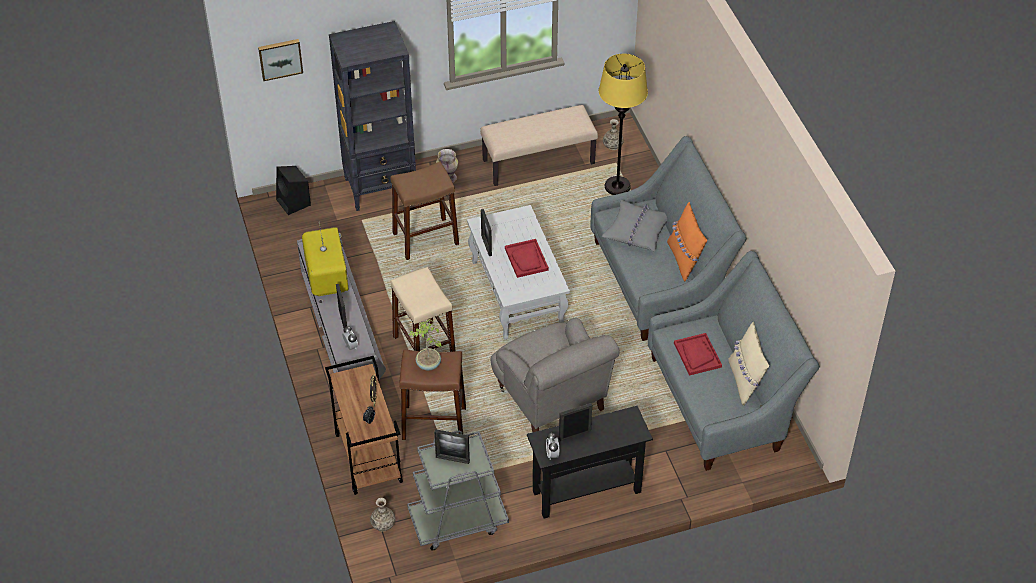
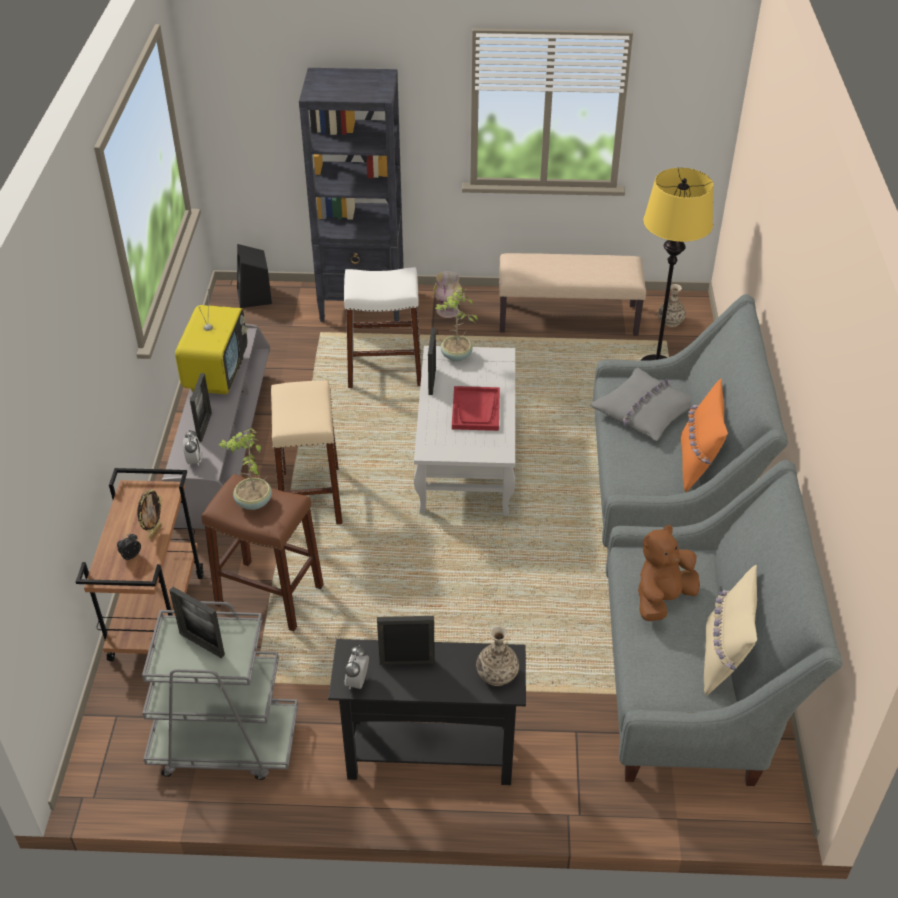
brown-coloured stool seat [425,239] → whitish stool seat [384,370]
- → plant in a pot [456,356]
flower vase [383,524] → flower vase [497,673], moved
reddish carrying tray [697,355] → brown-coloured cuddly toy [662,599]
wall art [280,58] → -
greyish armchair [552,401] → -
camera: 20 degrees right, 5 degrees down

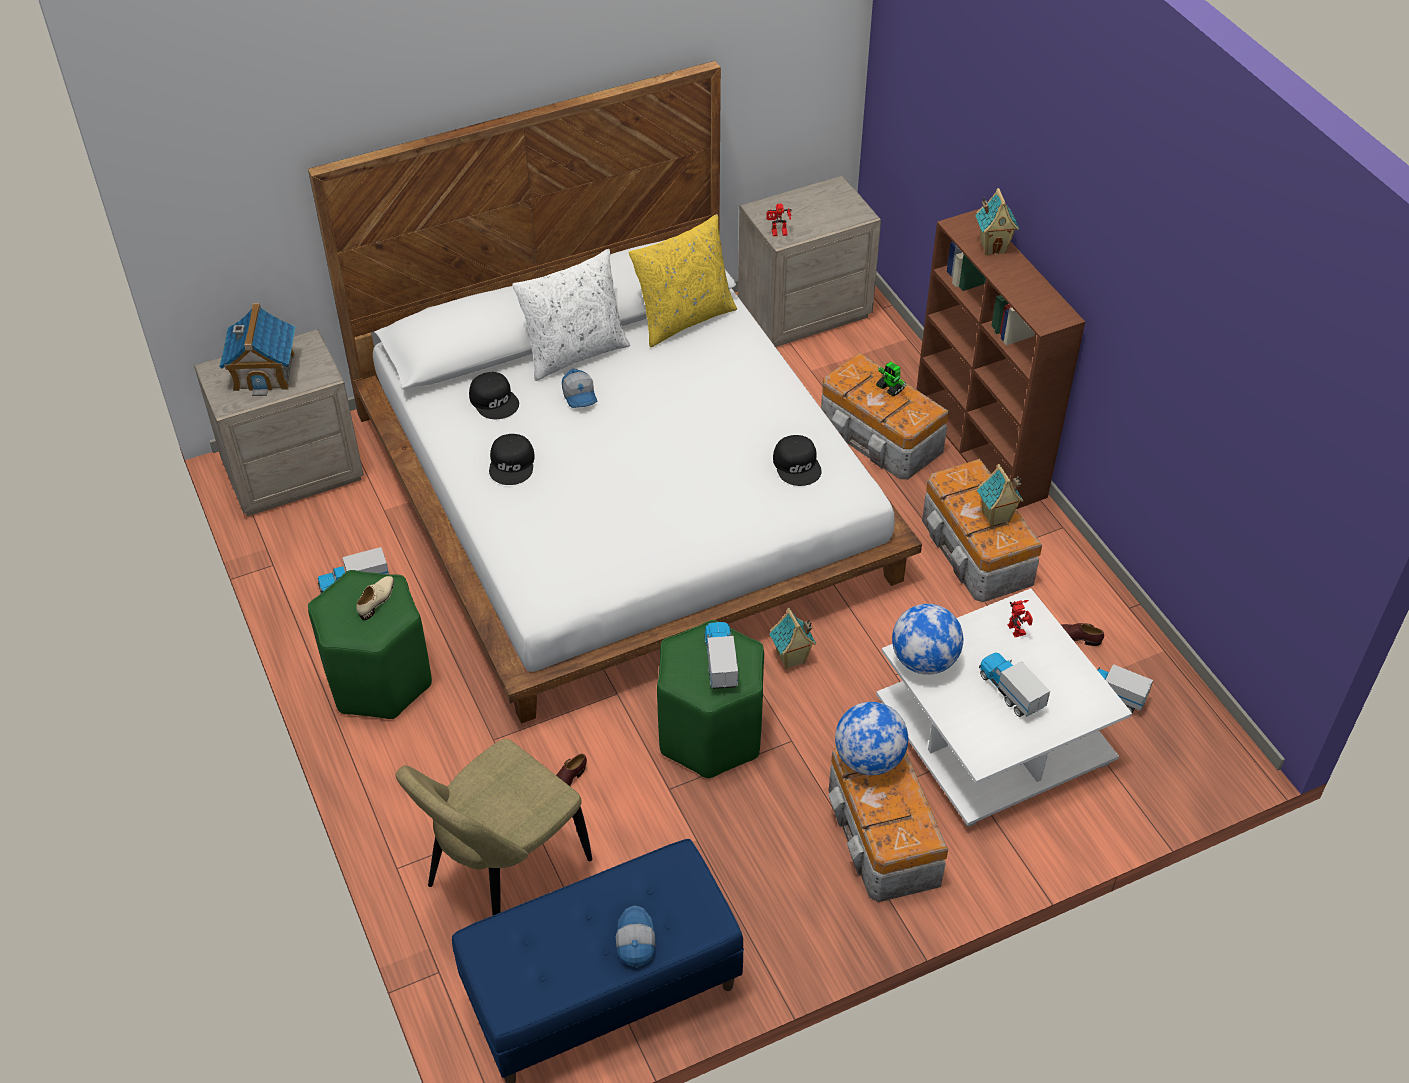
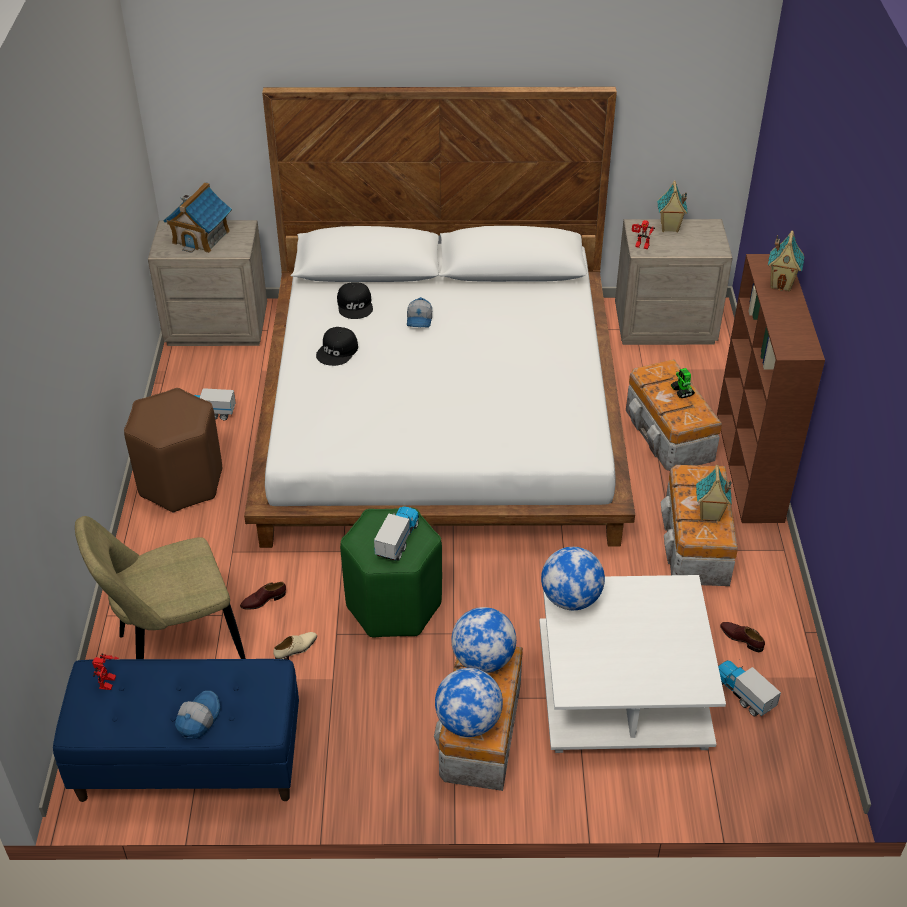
robot figure [1019,630] → robot figure [109,684], moved
green-coloured stool seat [378,679] → brown-coloured stool seat [181,482]
beige item of footwear [377,600] → beige item of footwear [296,649], moved
- → world globe [468,722]
model house [791,659] → model house [669,228], moved
whitish pillow [574,353] → -
yellowish pillow [684,318] → -
black-coloured cap [797,465] → -
toy truck [1010,692] → -
camera: 25 degrees right, 5 degrees down

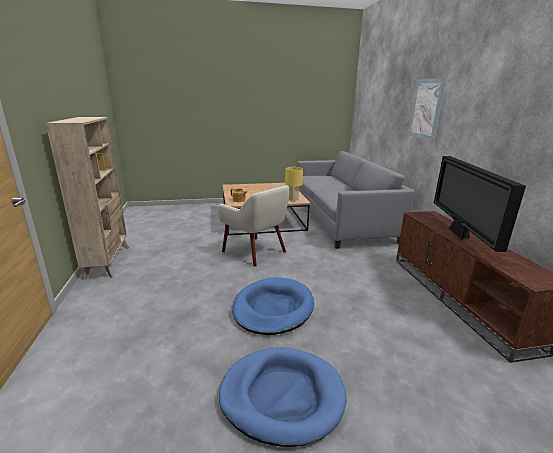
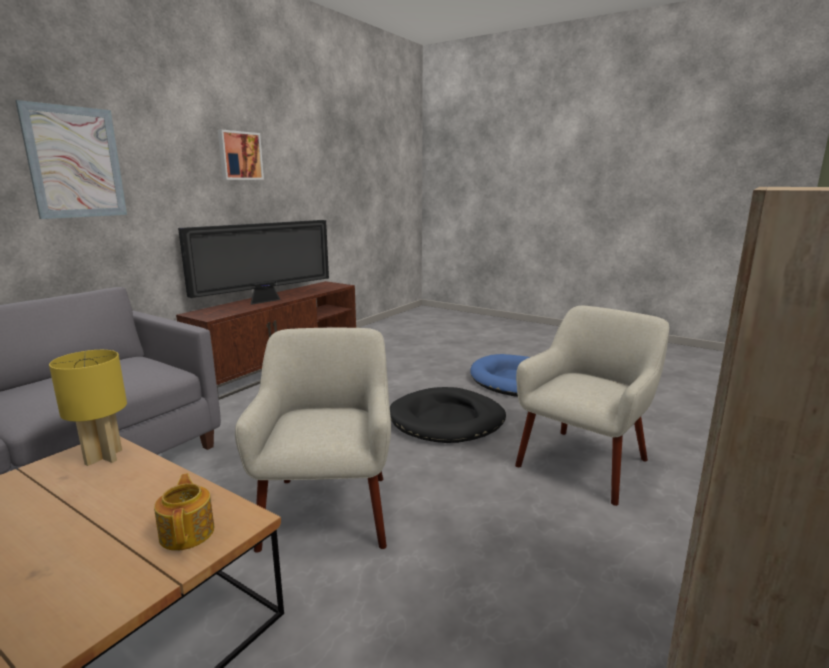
- → wall art [240,156]
bluish dog cushion [273,308] → black-coloured dog cushion [447,420]
- → beige armchair [585,462]
camera: 135 degrees left, 5 degrees down

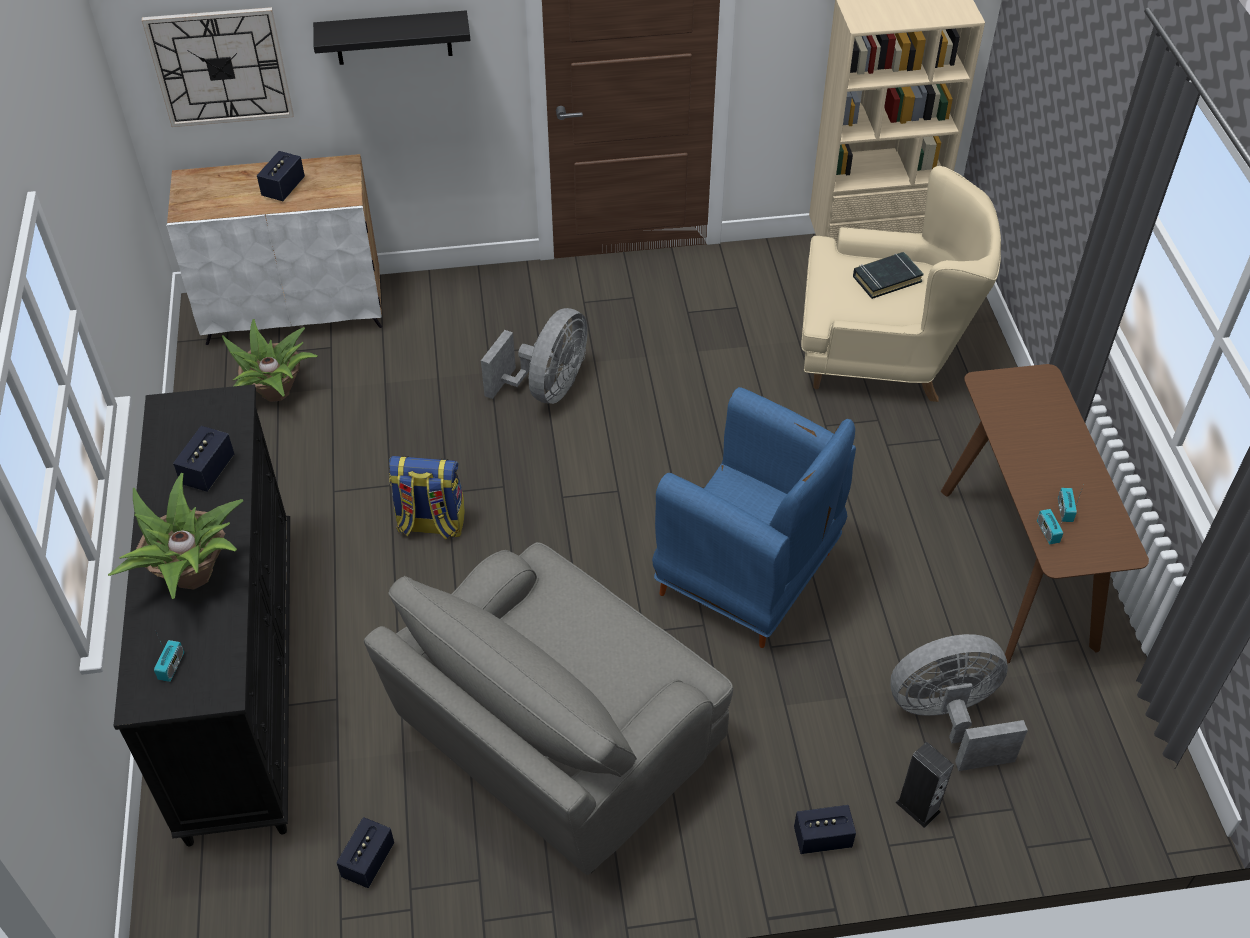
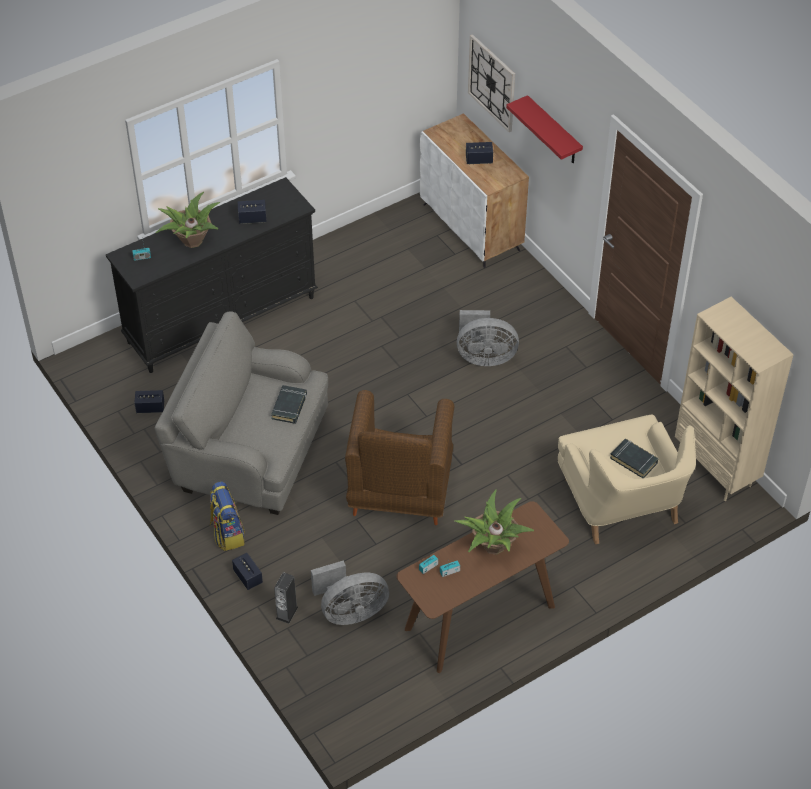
backpack [431,524] → backpack [227,533], moved
- → black-coloured volume [289,407]
greyish fan [948,719] → greyish fan [350,612], 105 degrees clockwise
bluish armchair [748,576] → brown-coloured armchair [399,494]
plant in a pot [276,392] → plant in a pot [493,546], moved
black-coloured bracket shelf [393,38] → reddish bracket shelf [554,132]
camera: 65 degrees right, 0 degrees up

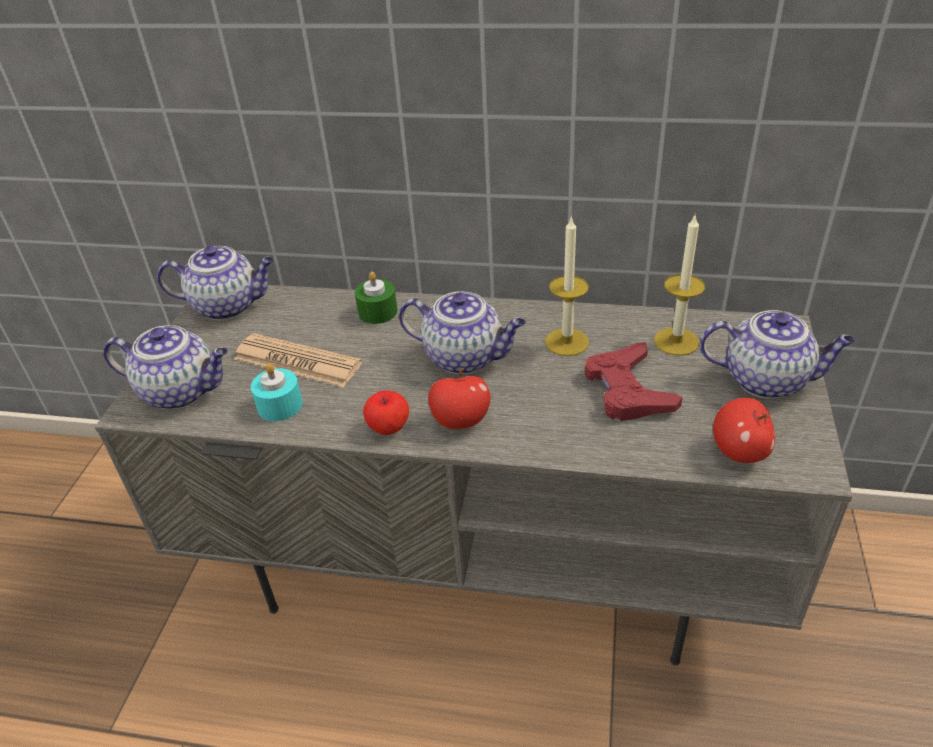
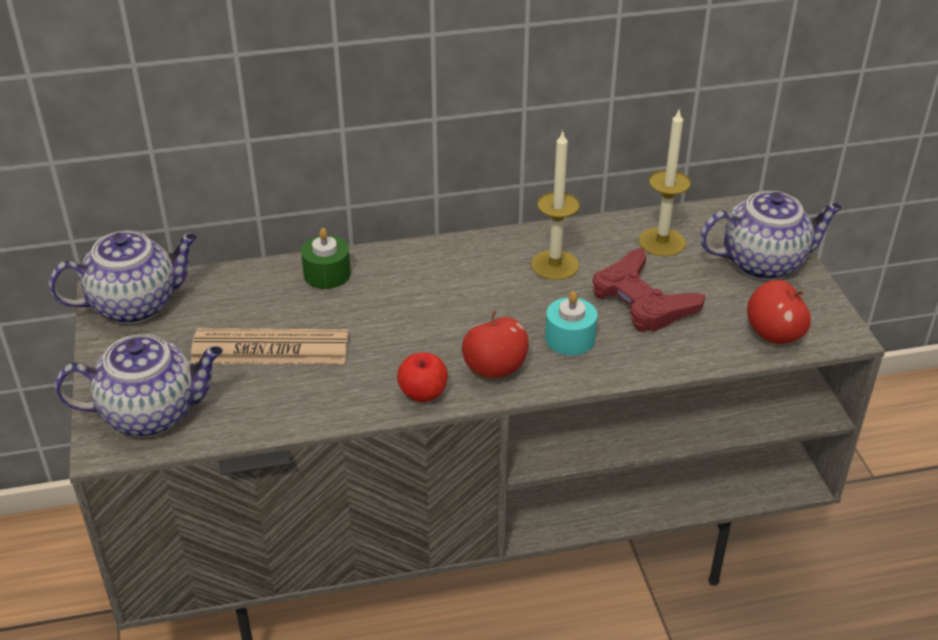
blue-green candle [280,405] → blue-green candle [570,338], moved
pot for tea [465,357] → -
camera: 25 degrees left, 0 degrees up

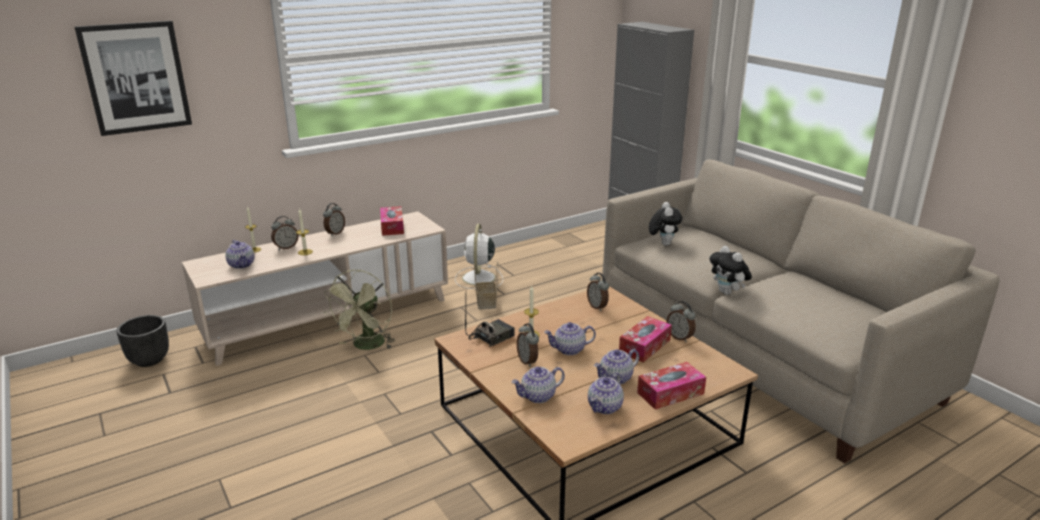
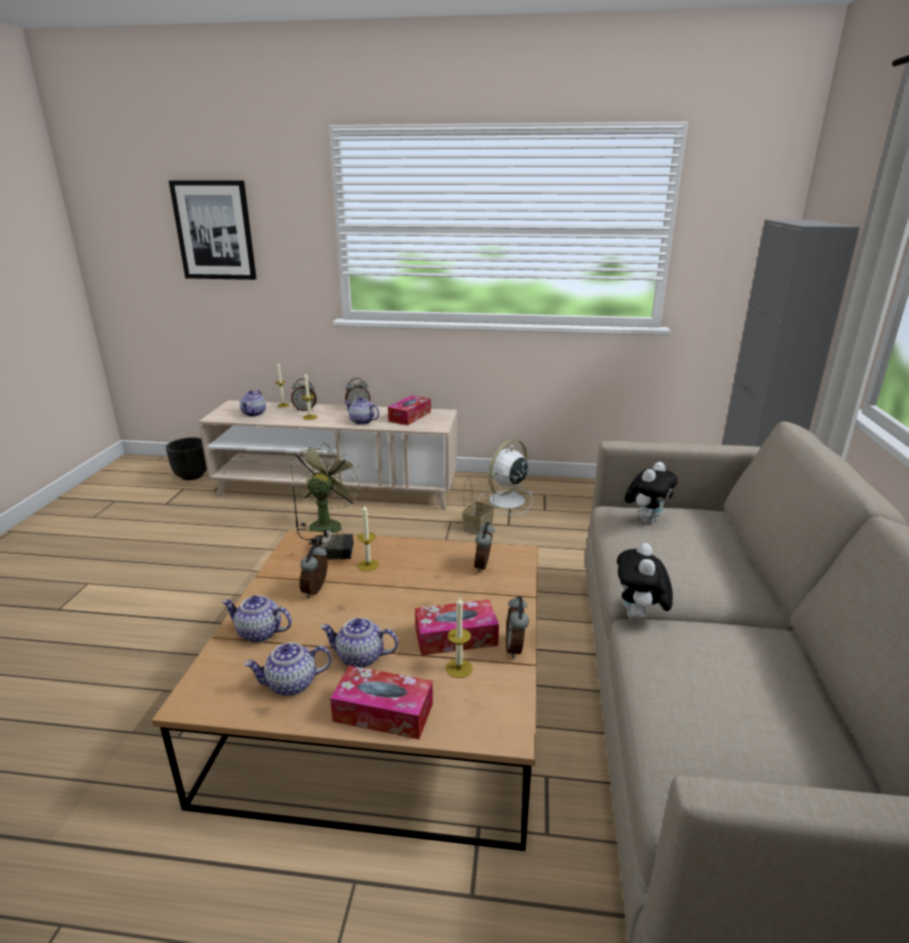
green-coloured fan [366,346] → green-coloured fan [326,524], 135 degrees clockwise
pot for tea [569,350] → pot for tea [361,421], moved
- → candle [459,668]
camera: 40 degrees right, 0 degrees up

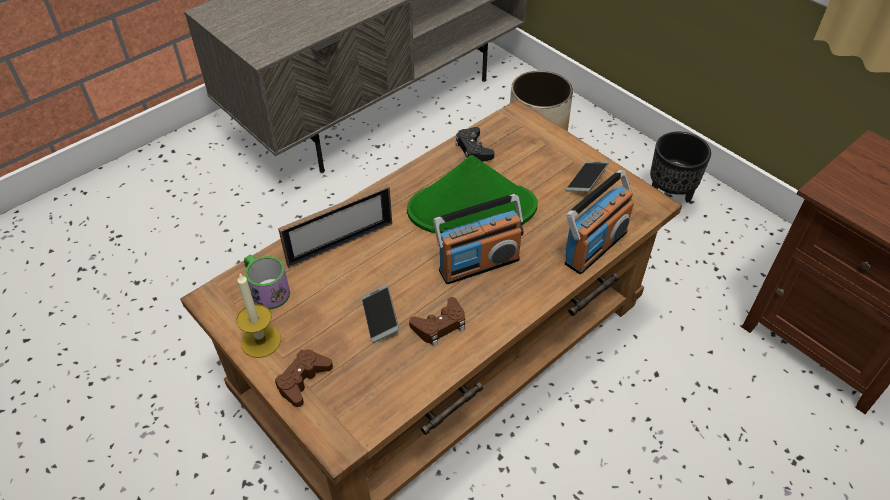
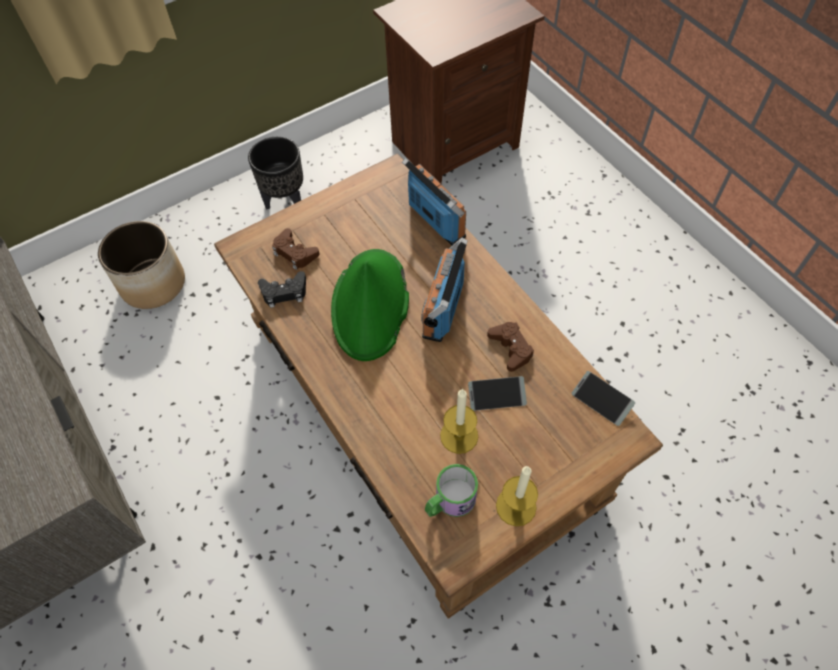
brown-coloured game controller [303,380] → brown-coloured game controller [295,253], moved
radio [478,264] → radio [442,309], 150 degrees counterclockwise
- → candle [459,435]
handset [586,180] → handset [601,401], moved
standing frame [340,244] → -
camera: 80 degrees left, 10 degrees up

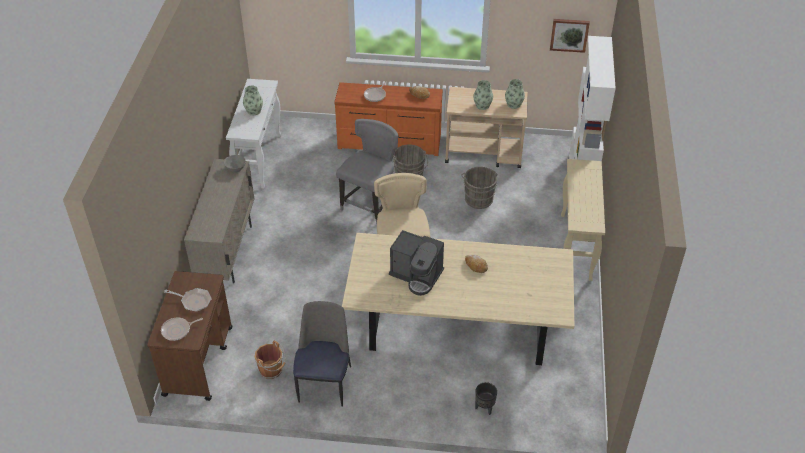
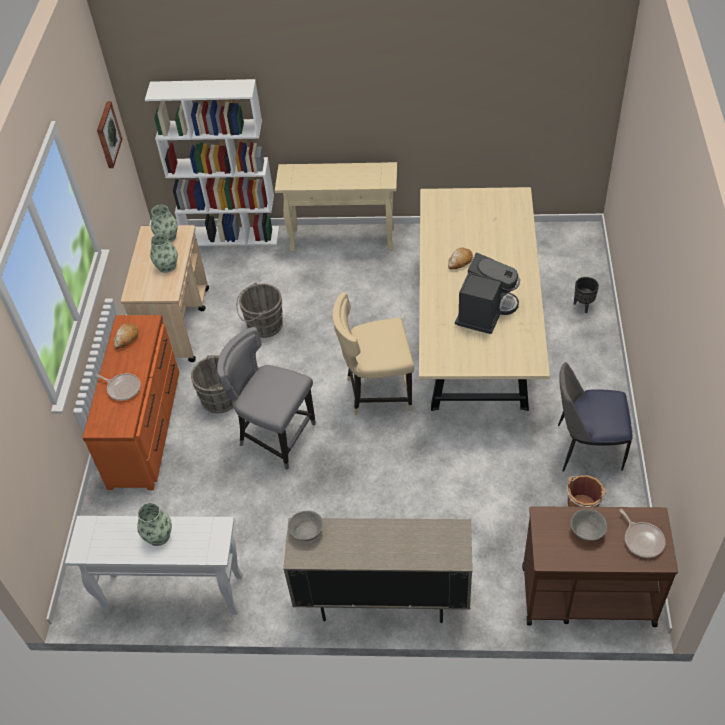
pan [194,301] → greyish bowl [586,532]
camera: 90 degrees left, 5 degrees up

